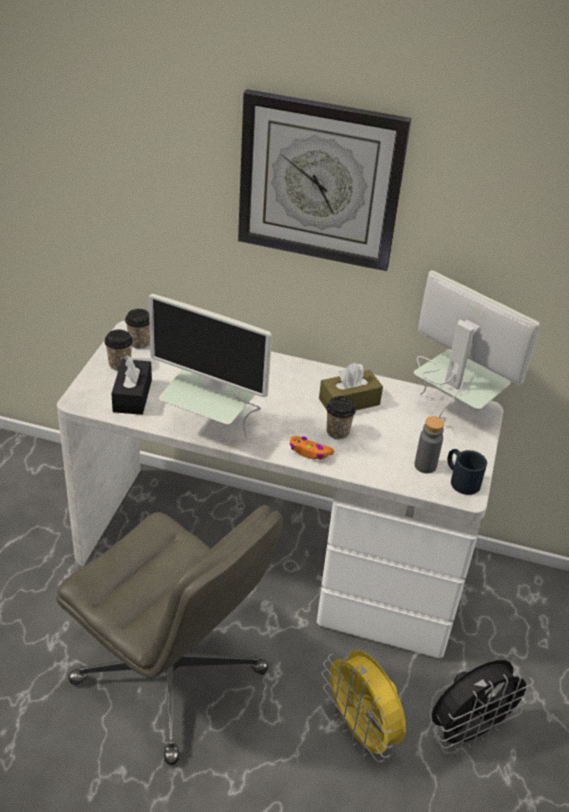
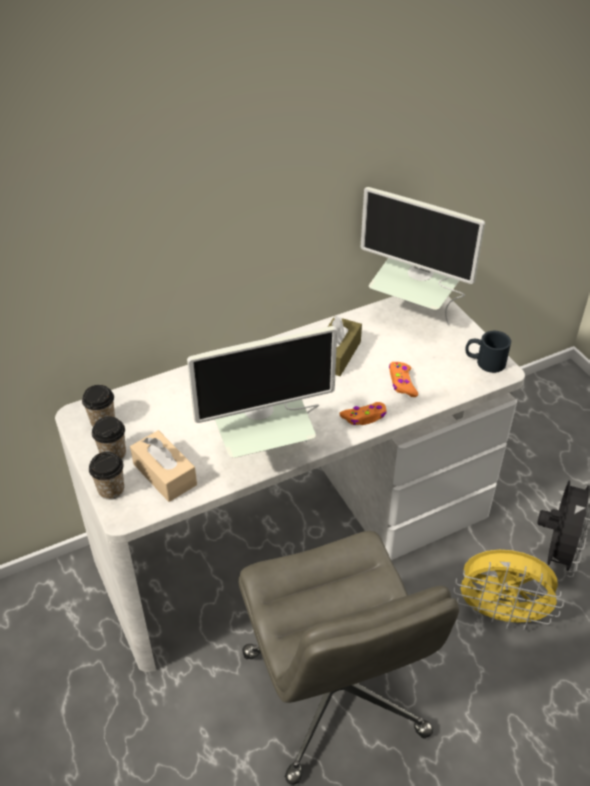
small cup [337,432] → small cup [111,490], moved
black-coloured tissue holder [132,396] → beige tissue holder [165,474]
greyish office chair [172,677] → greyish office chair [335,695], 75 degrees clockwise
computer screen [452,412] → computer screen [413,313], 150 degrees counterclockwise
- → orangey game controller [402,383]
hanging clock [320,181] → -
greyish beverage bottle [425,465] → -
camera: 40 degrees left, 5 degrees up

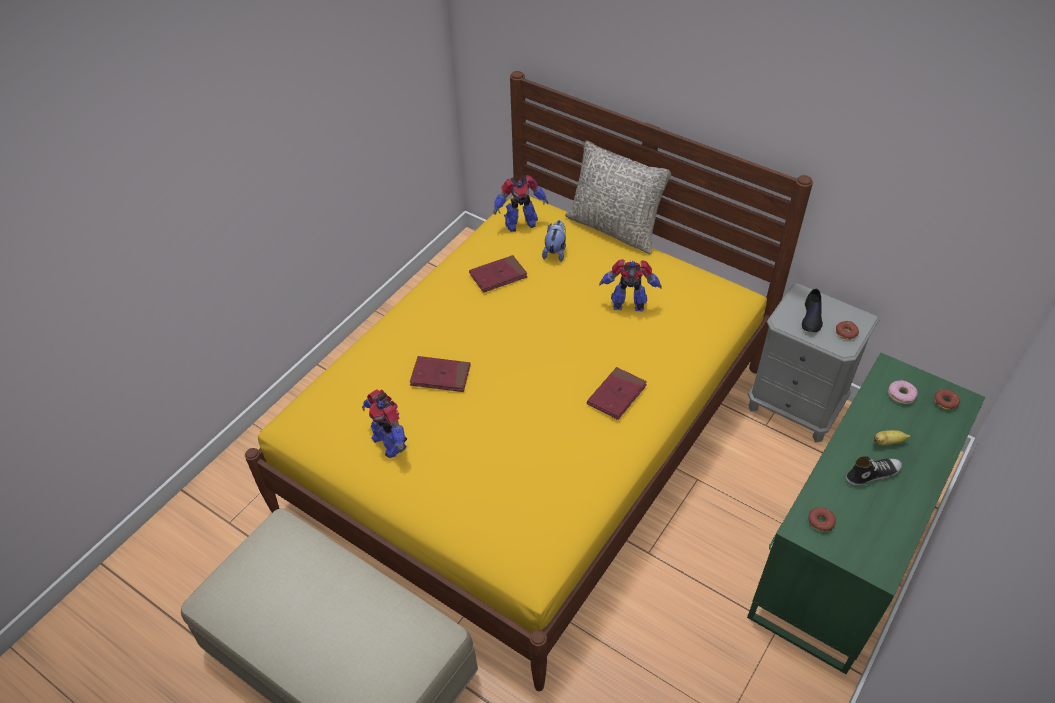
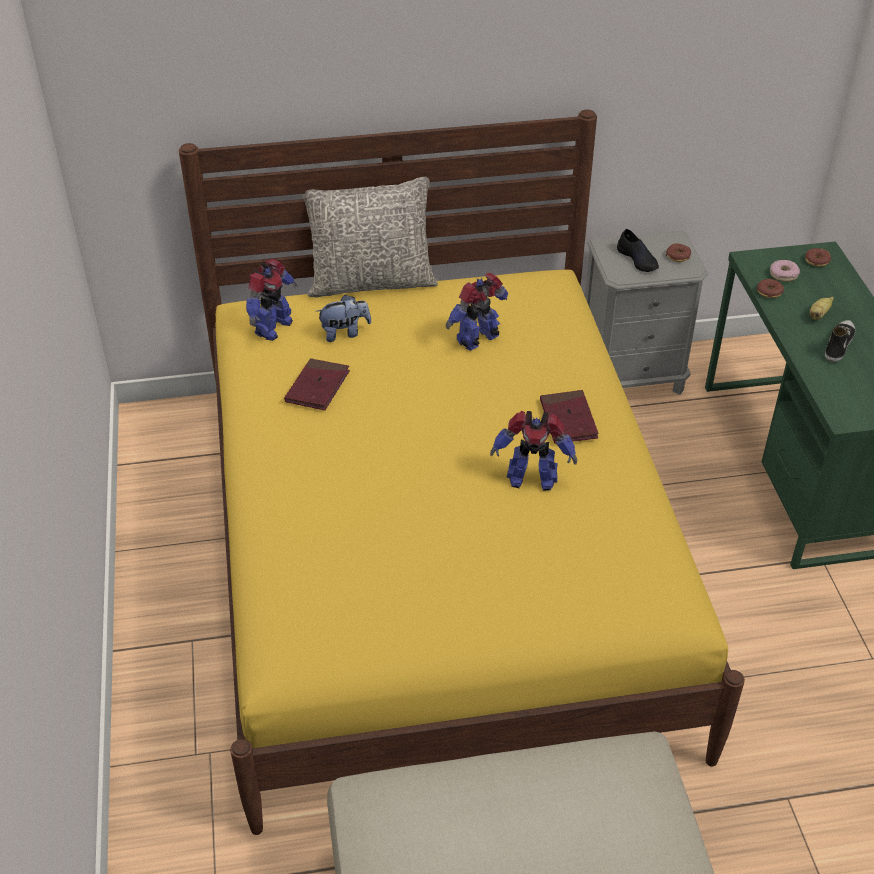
cuddly toy [555,251] → cuddly toy [345,333], 105 degrees clockwise
robot figure [389,442] → robot figure [531,478], moved
ring doughnut [820,522] → ring doughnut [769,292], moved
reddish volume [440,376] → -
camera: 45 degrees left, 5 degrees down

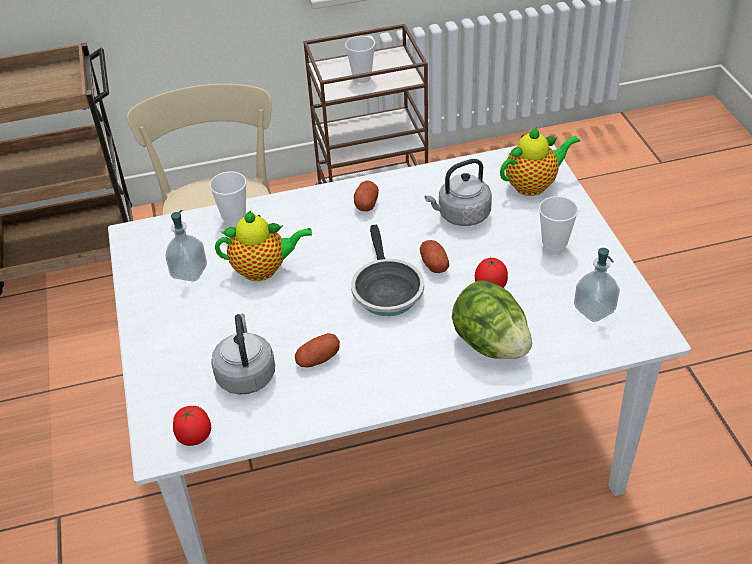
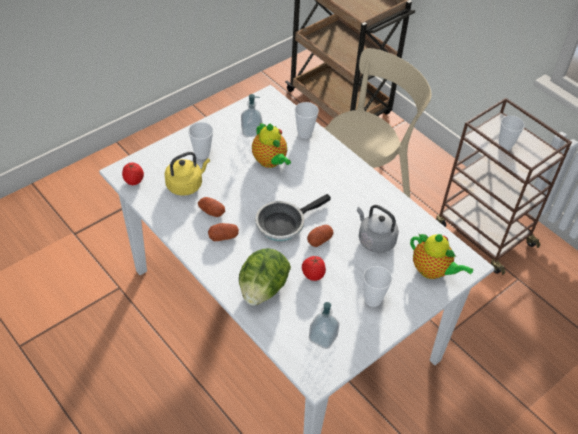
greyish water kettle [246,374] → yellowish water kettle [186,185]
- → small cup [202,154]
spud [366,203] → spud [223,236], moved
camera: 60 degrees right, 5 degrees up

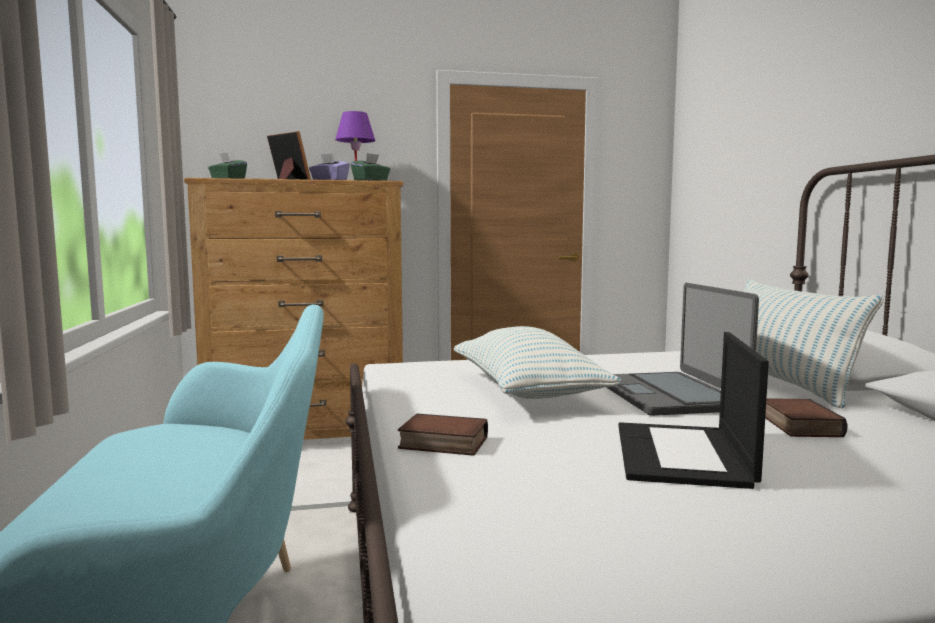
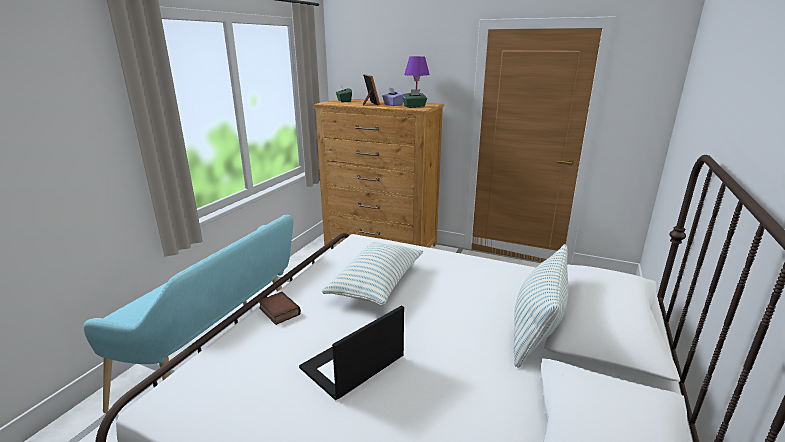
notebook computer [669,395] → -
volume [797,425] → -
camera: 35 degrees right, 15 degrees up

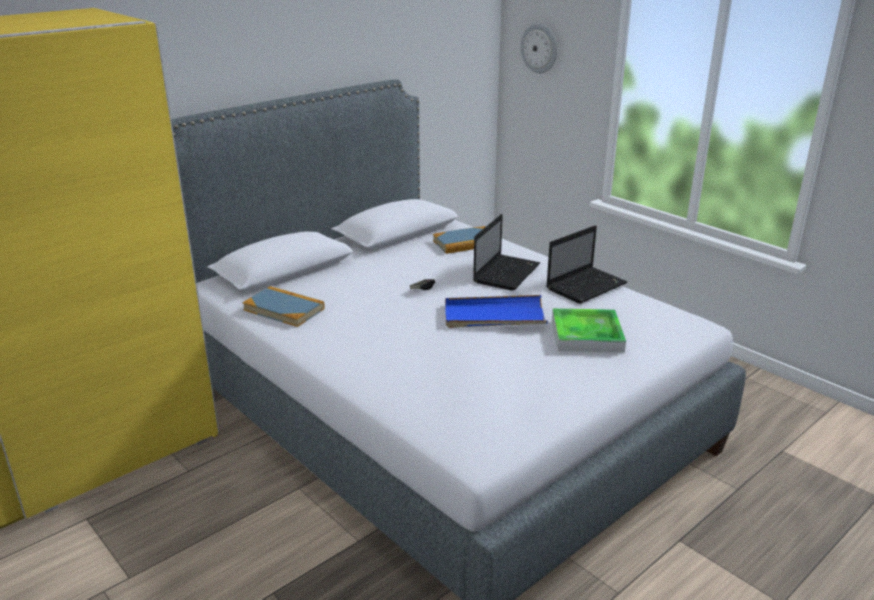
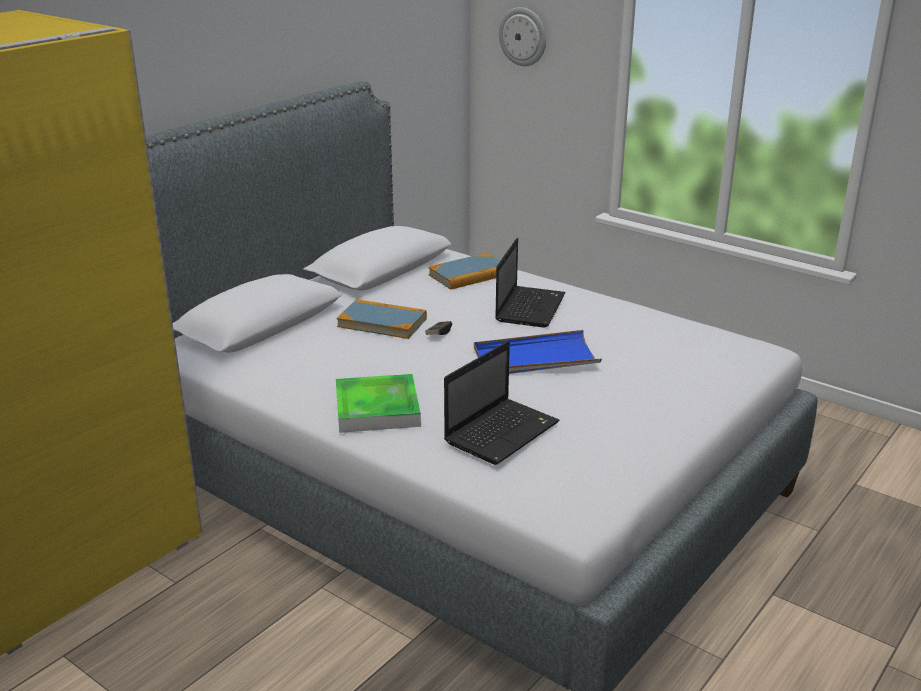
carrying tray [586,335] → carrying tray [377,409], moved
volume [284,309] → volume [382,322], moved
notebook computer [587,286] → notebook computer [502,431], moved
camera: 10 degrees left, 0 degrees up

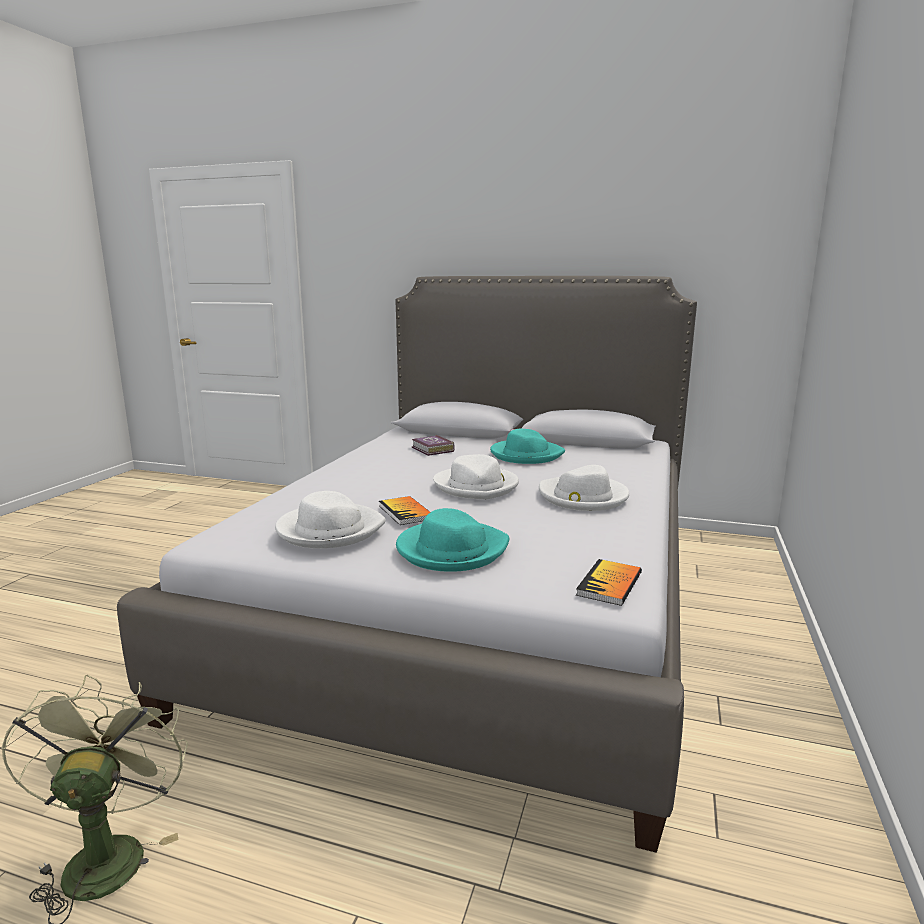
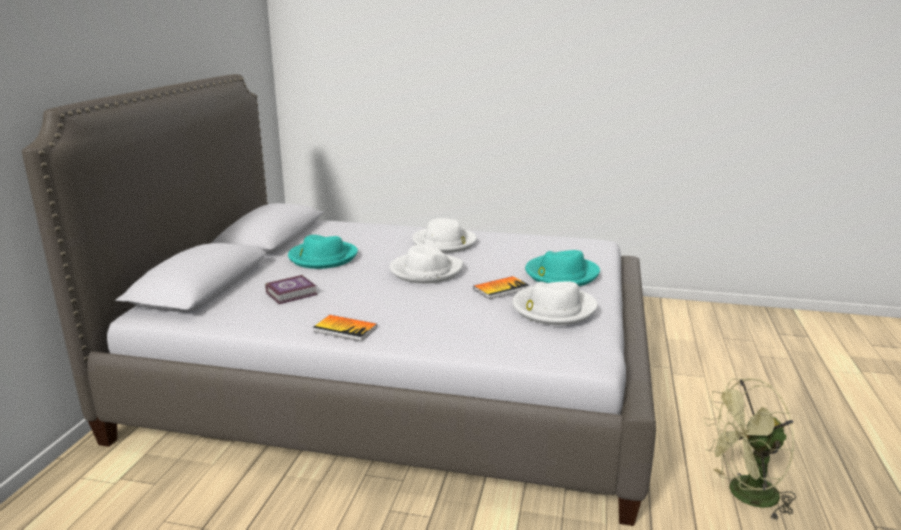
volume [609,584] → volume [345,329], moved
camera: 95 degrees left, 5 degrees up

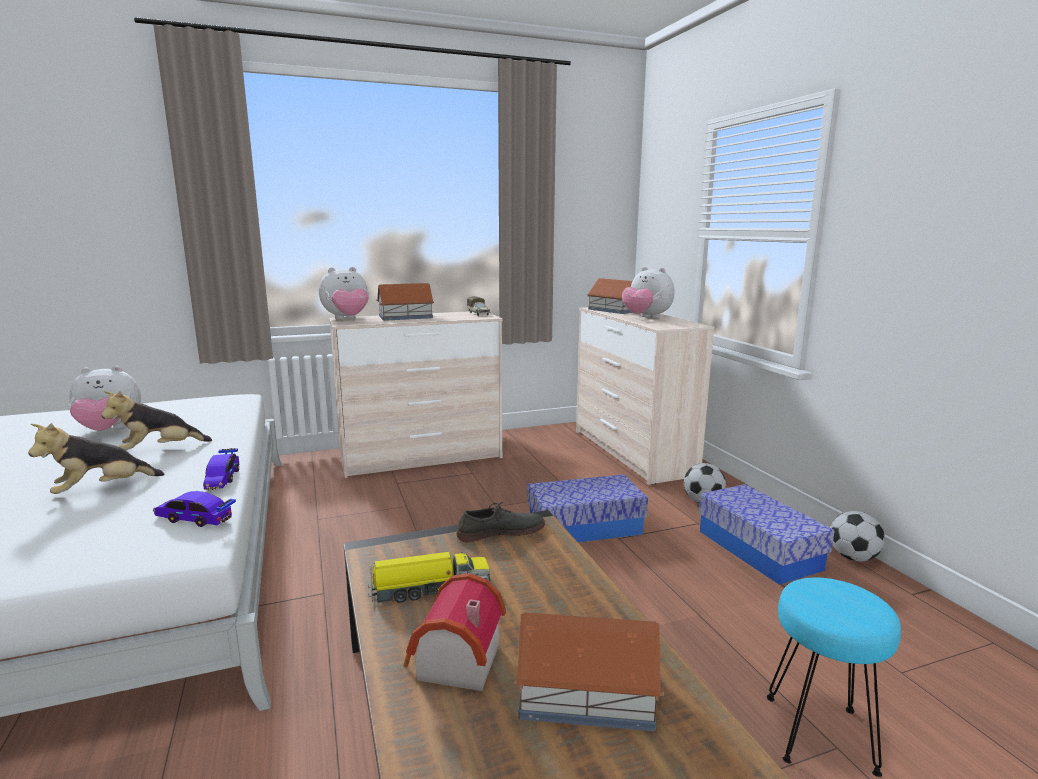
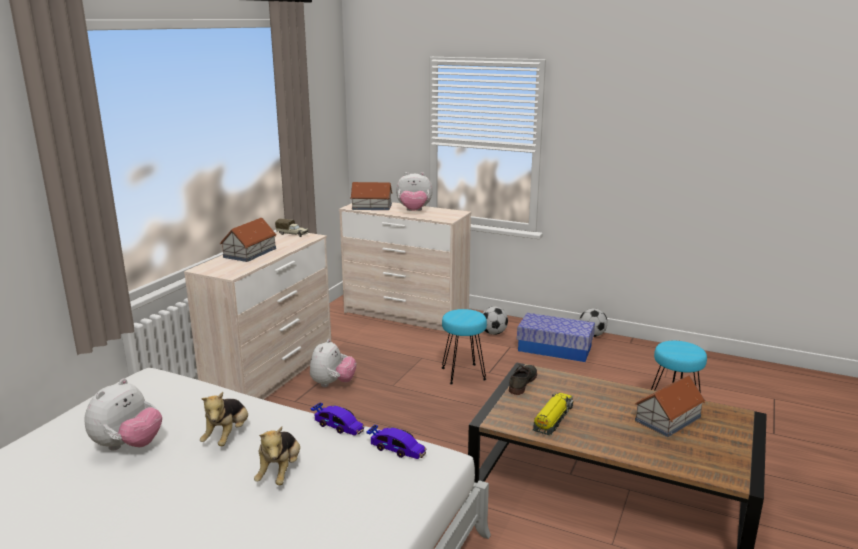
cuddly toy [347,319] → cuddly toy [332,384], moved
model car [194,518] → model car [397,449], 120 degrees counterclockwise
storage bin [585,527] → blue-green stool seat [463,374]
model house [452,663] → -
camera: 45 degrees left, 5 degrees up

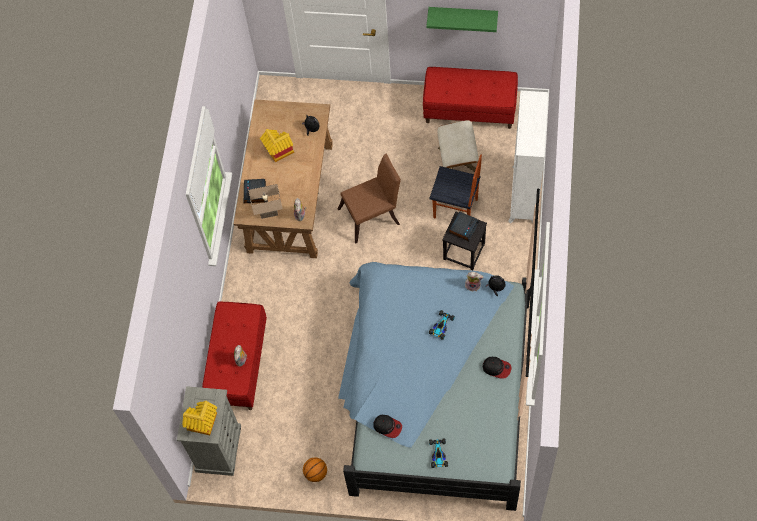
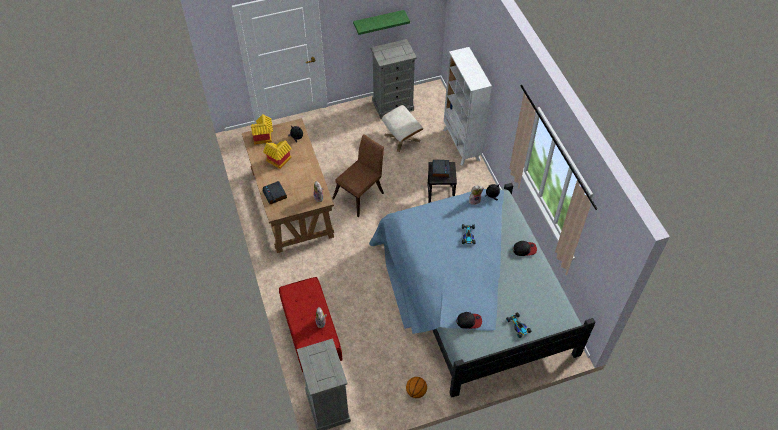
model house [203,425] → model house [264,138], moved
reddish bench [470,109] → greyish dresser [393,105]
beige tabletop lamp [268,211] → -
chair [455,209] → -
camera: 30 degrees left, 10 degrees down

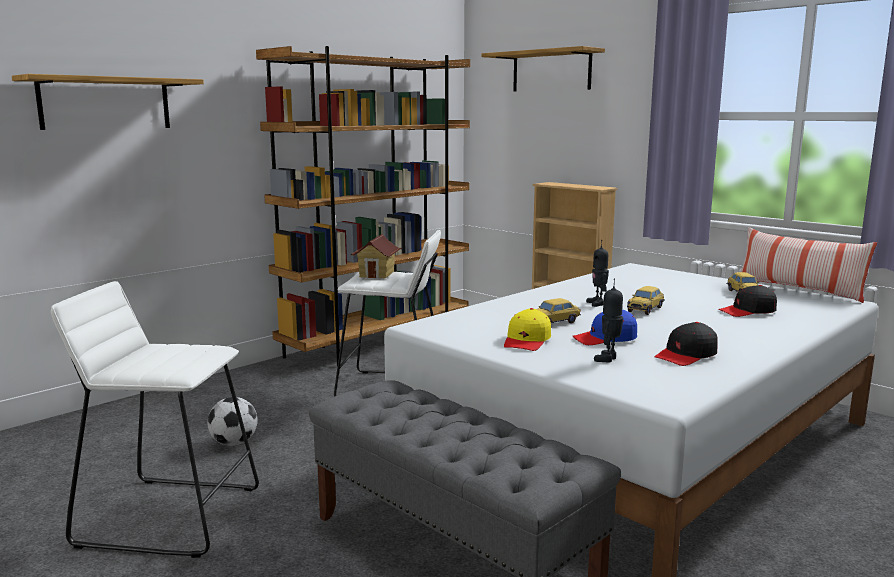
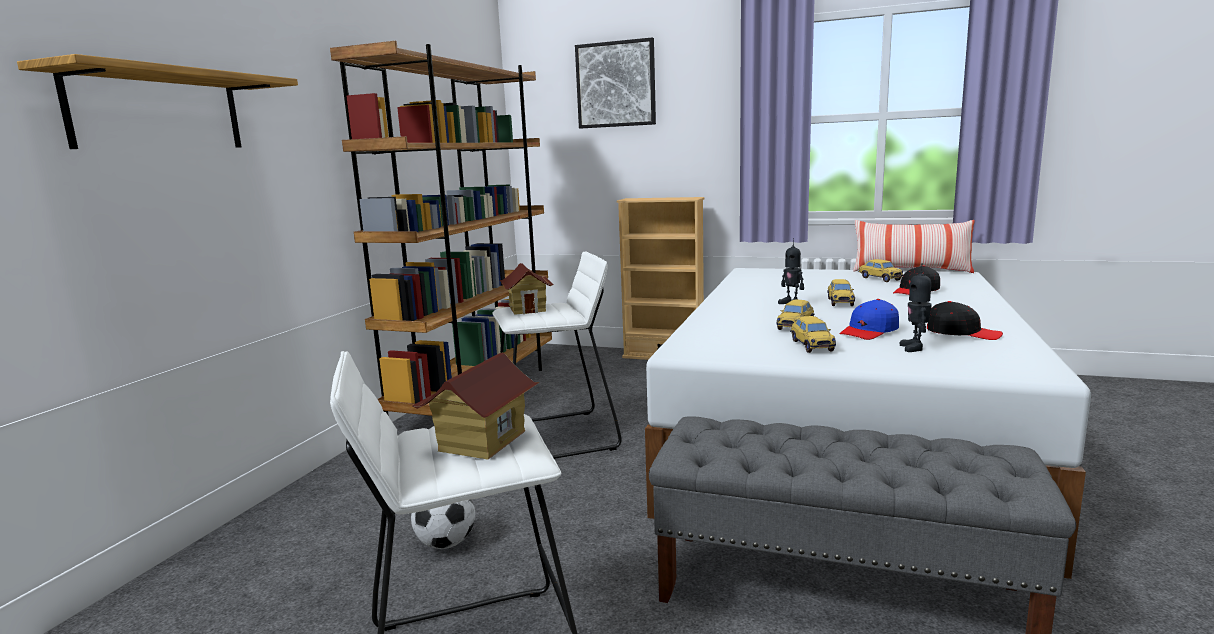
- → model house [481,441]
bracket shelf [551,71] → wall art [616,84]
yellowish cap [527,341] → model car [811,345]
black-coloured cap [686,355] → black-coloured cap [962,333], 90 degrees counterclockwise
camera: 25 degrees left, 0 degrees up

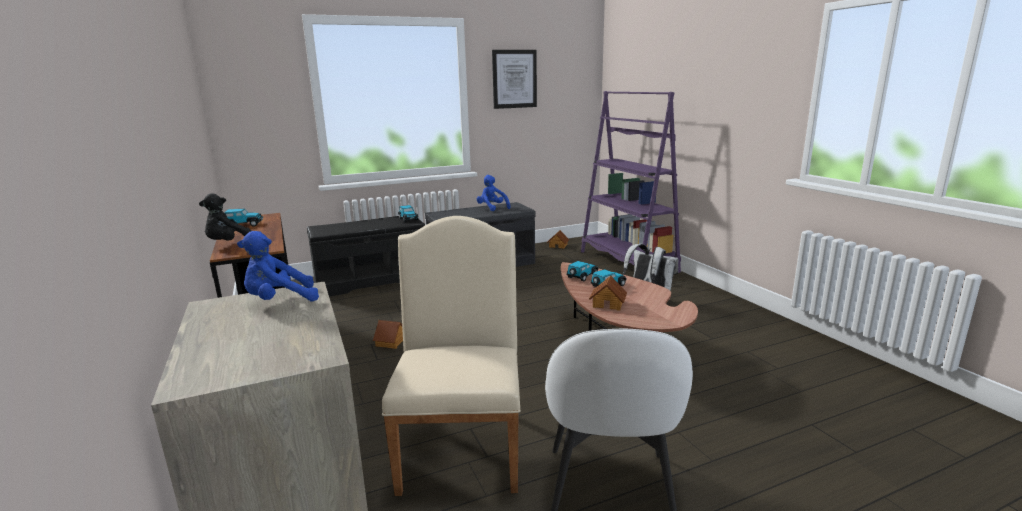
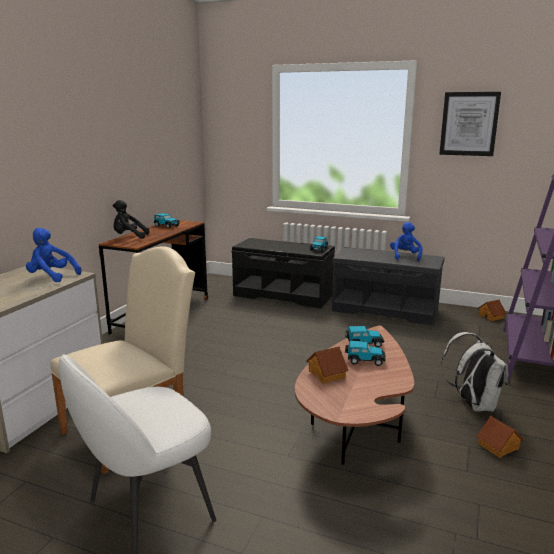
model house [391,342] → model house [498,447], moved
camera: 45 degrees right, 0 degrees up

